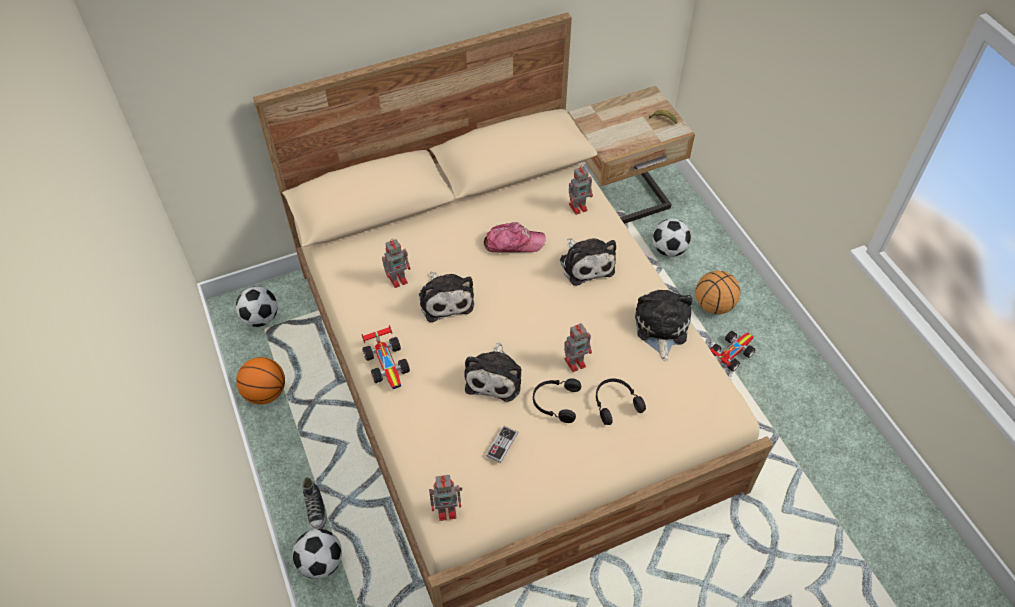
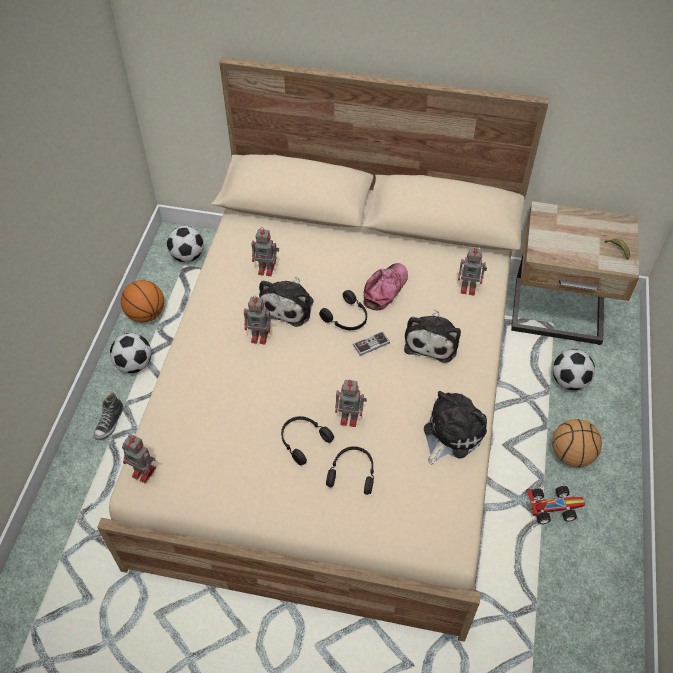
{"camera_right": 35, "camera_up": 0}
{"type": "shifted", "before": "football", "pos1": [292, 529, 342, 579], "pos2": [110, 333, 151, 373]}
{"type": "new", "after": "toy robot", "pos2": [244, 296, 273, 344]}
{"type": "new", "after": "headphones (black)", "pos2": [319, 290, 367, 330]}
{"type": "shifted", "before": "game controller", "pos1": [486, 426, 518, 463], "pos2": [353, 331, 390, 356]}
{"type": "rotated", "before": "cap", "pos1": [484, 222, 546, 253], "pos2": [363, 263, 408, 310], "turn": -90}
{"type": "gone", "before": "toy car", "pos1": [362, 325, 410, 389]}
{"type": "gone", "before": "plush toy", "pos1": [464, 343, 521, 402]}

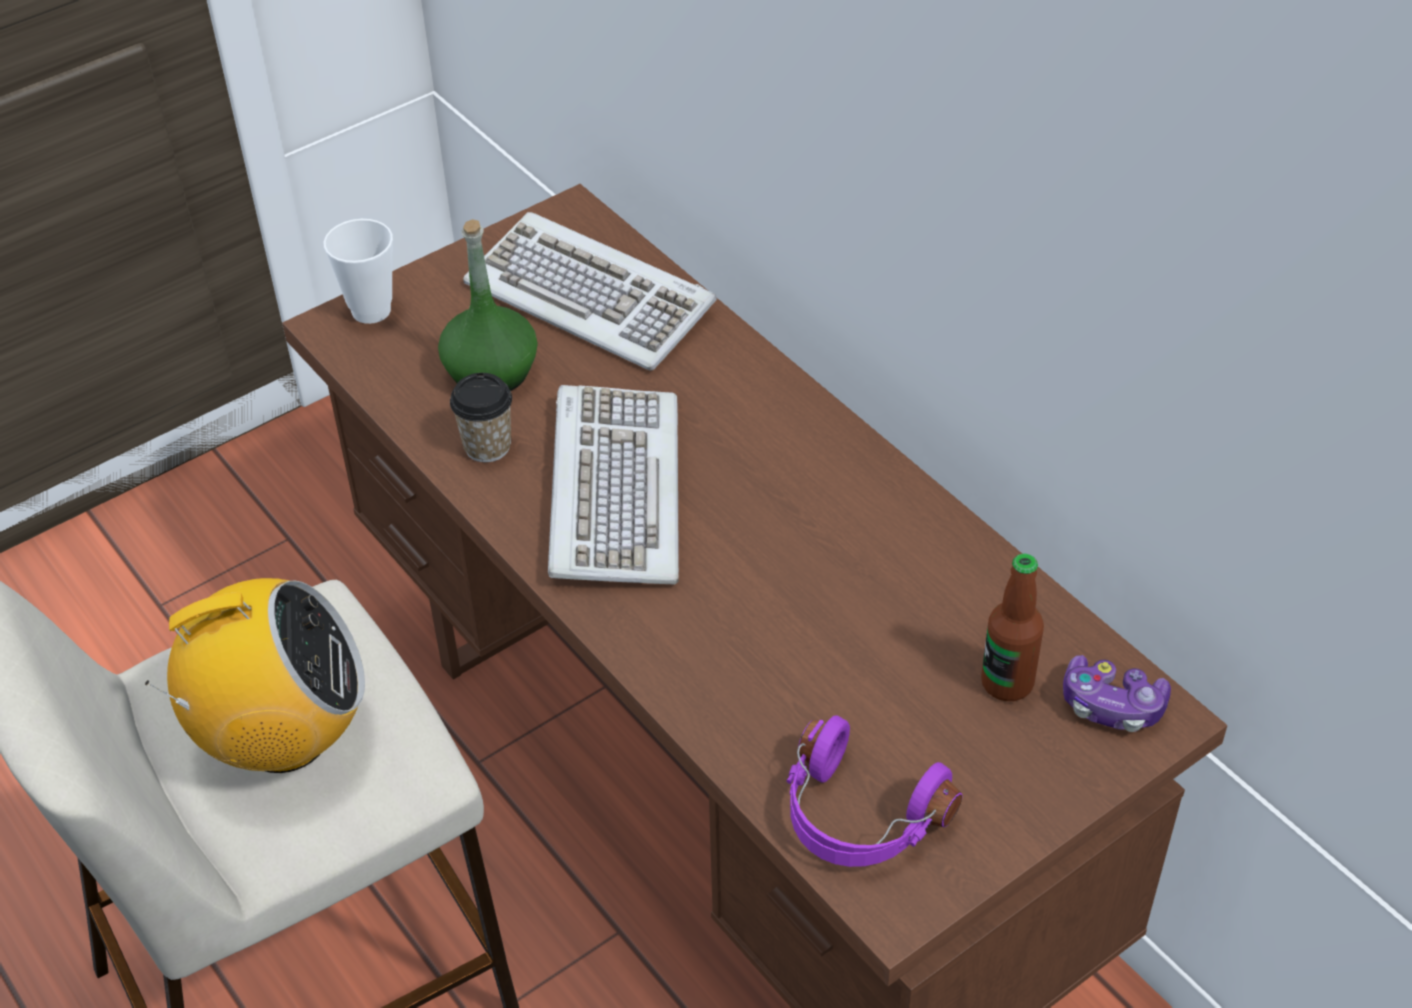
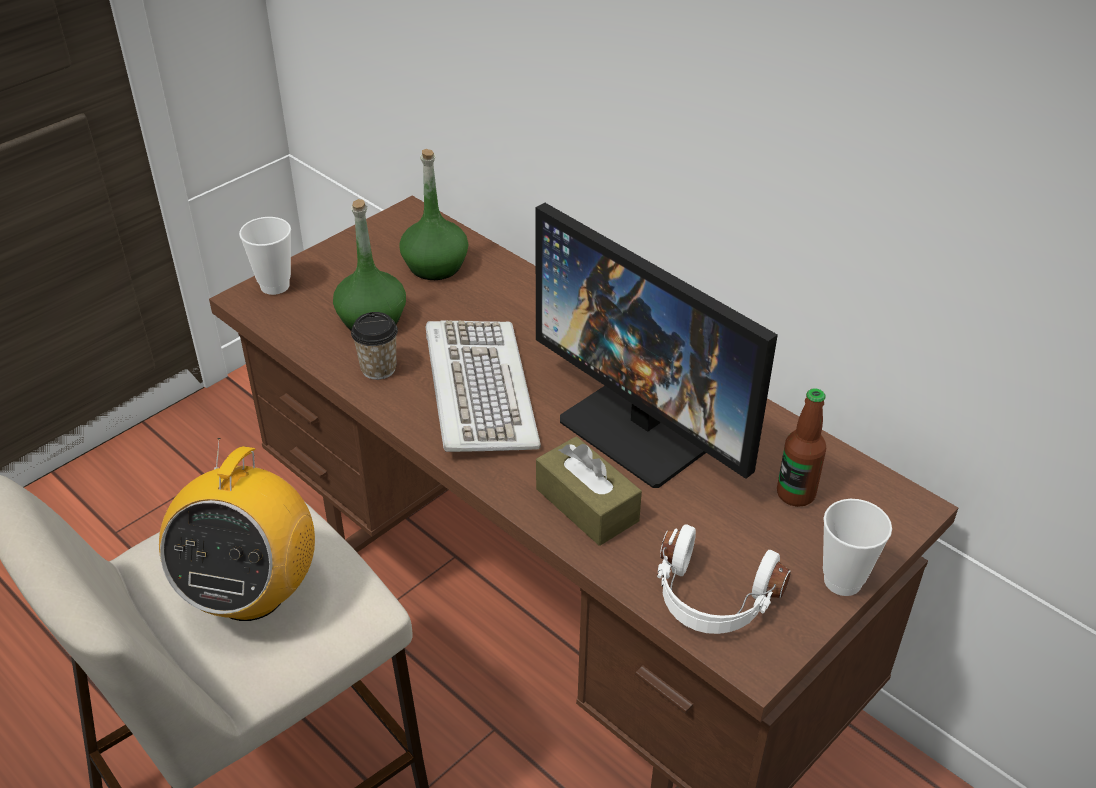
{"camera_right": -10, "camera_up": -5}
{"type": "rotated", "before": "radio", "pos1": [145, 578, 365, 773], "pos2": [159, 438, 315, 621], "turn": 120}
{"type": "swapped", "before": "keyboard", "after": "bottle (green)", "pos1": [463, 212, 717, 371], "pos2": [399, 149, 468, 280]}
{"type": "new", "after": "monitor", "pos2": [535, 203, 778, 488]}
{"type": "new", "after": "tissue box (brown)", "pos2": [536, 436, 642, 546]}
{"type": "repainted", "before": "headphones (purple)", "after": "headphones (white)", "pos1": [786, 715, 962, 867], "pos2": [657, 525, 791, 634]}
{"type": "new", "after": "cup", "pos2": [823, 499, 892, 596]}
{"type": "gone", "before": "game controller", "pos1": [1063, 655, 1171, 732]}

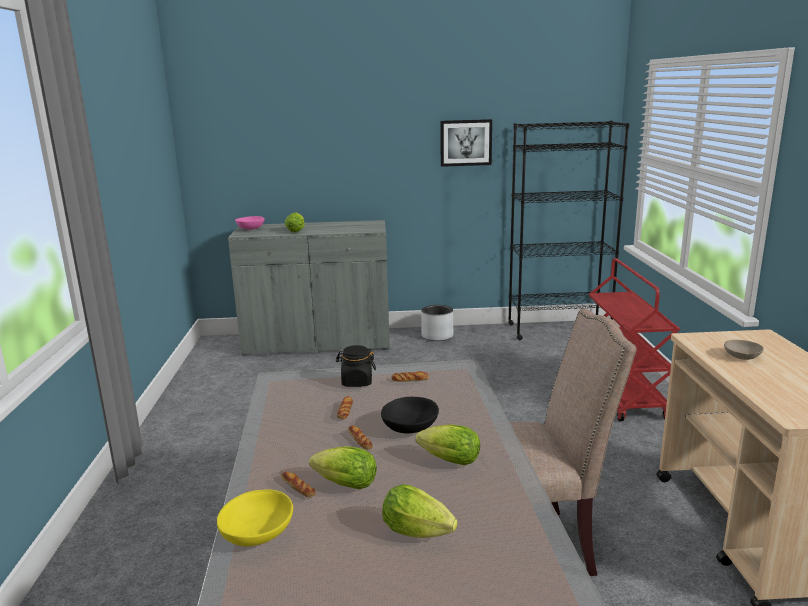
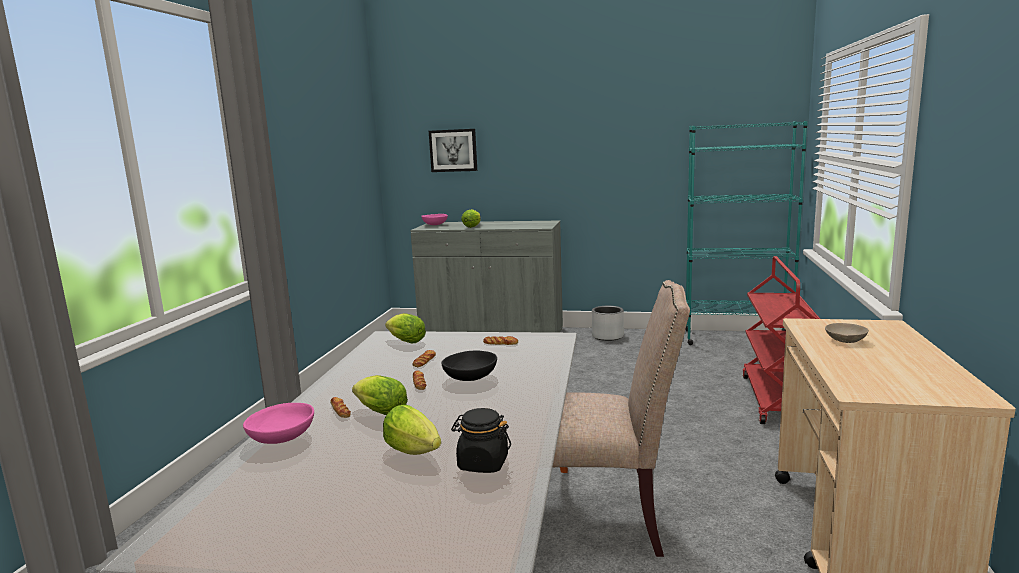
{"camera_right": 15, "camera_up": -5}
{"type": "repainted", "before": "bowl (yellow)", "after": "bowl (pink)", "pos1": [217, 489, 293, 546], "pos2": [243, 403, 314, 444]}
{"type": "shifted", "before": "lettuce", "pos1": [416, 424, 480, 465], "pos2": [385, 313, 426, 344]}
{"type": "shifted", "before": "picture", "pos1": [440, 119, 492, 167], "pos2": [429, 129, 477, 172]}
{"type": "shifted", "before": "jar (black)", "pos1": [336, 345, 376, 387], "pos2": [451, 408, 511, 473]}
{"type": "repainted", "before": "bookcase (black)", "after": "bookcase (turquoise)", "pos1": [508, 120, 629, 340], "pos2": [685, 121, 808, 345]}

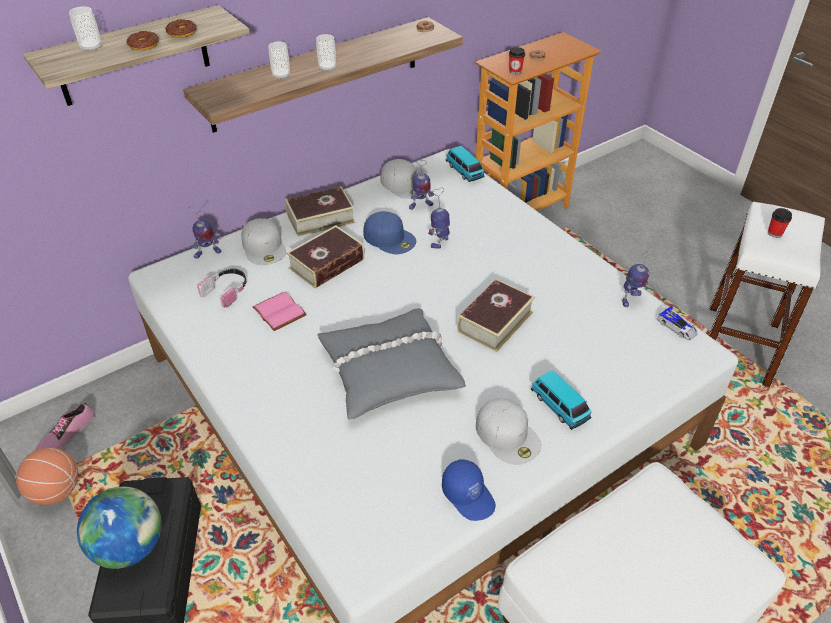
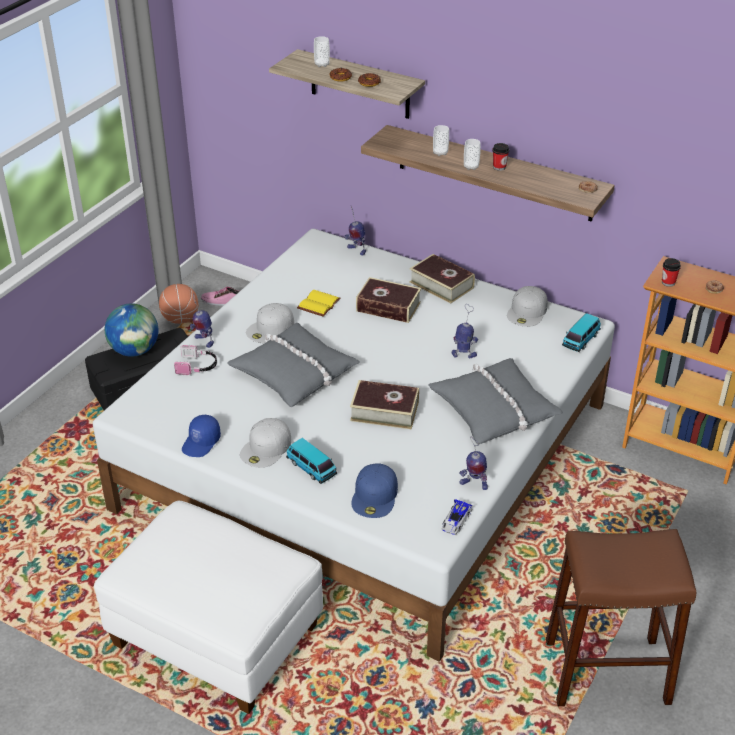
{"camera_right": 65, "camera_up": -5}
{"type": "shifted", "before": "headphones", "pos1": [197, 269, 246, 308], "pos2": [174, 345, 217, 376]}
{"type": "shifted", "before": "toy robot", "pos1": [409, 159, 434, 210], "pos2": [190, 294, 214, 348]}
{"type": "shifted", "before": "cap (white)", "pos1": [241, 218, 286, 265], "pos2": [246, 303, 294, 343]}
{"type": "rotated", "before": "toy car", "pos1": [531, 370, 592, 430], "pos2": [286, 438, 337, 484], "turn": -75}
{"type": "repainted", "before": "book (pink)", "after": "book (yellow)", "pos1": [253, 292, 307, 331], "pos2": [297, 290, 341, 317]}
{"type": "shifted", "before": "cap (blue)", "pos1": [363, 211, 416, 254], "pos2": [351, 464, 398, 518]}
{"type": "new", "after": "pillow (grey)", "pos2": [429, 358, 563, 444]}
{"type": "shifted", "before": "cup", "pos1": [768, 208, 792, 238], "pos2": [492, 143, 509, 171]}
{"type": "repainted", "before": "stool (white)", "after": "stool (brown)", "pos1": [709, 202, 825, 387], "pos2": [546, 529, 696, 706]}

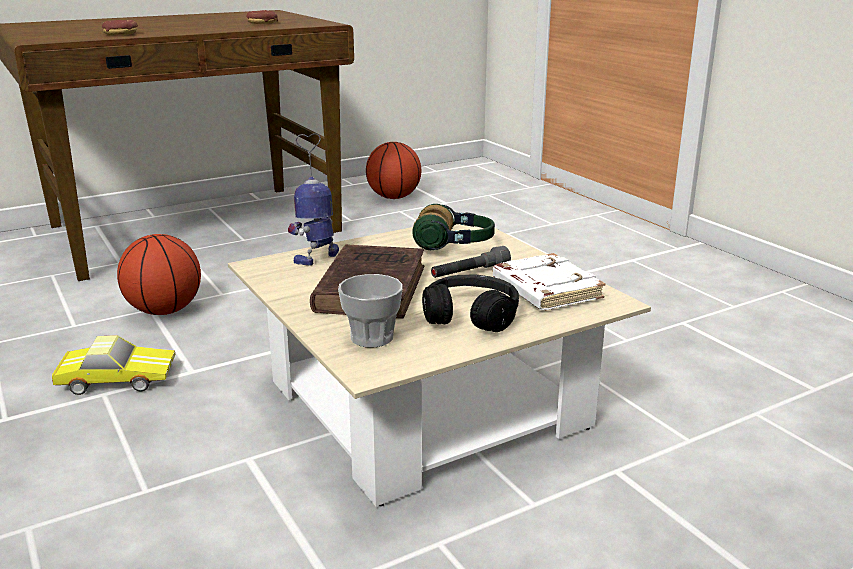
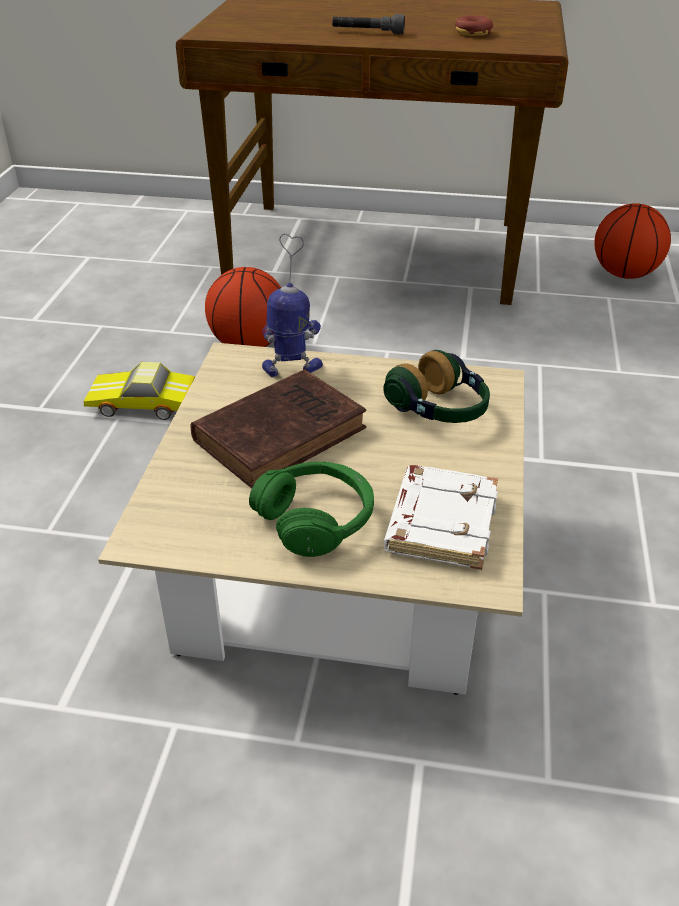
{"camera_right": 40, "camera_up": 15}
{"type": "rotated", "before": "toy car", "pos1": [52, 335, 175, 395], "pos2": [84, 362, 195, 420], "turn": 150}
{"type": "repainted", "before": "headphones (black)", "after": "headphones (green)", "pos1": [422, 275, 519, 332], "pos2": [249, 462, 374, 557]}
{"type": "shifted", "before": "flashlight (grey)", "pos1": [431, 246, 511, 278], "pos2": [332, 14, 405, 34]}
{"type": "gone", "before": "donut", "pos1": [102, 20, 138, 35]}
{"type": "gone", "before": "cup", "pos1": [338, 274, 403, 347]}

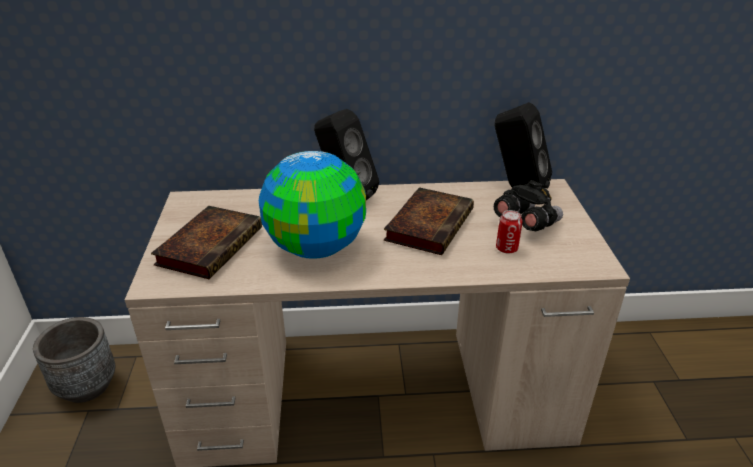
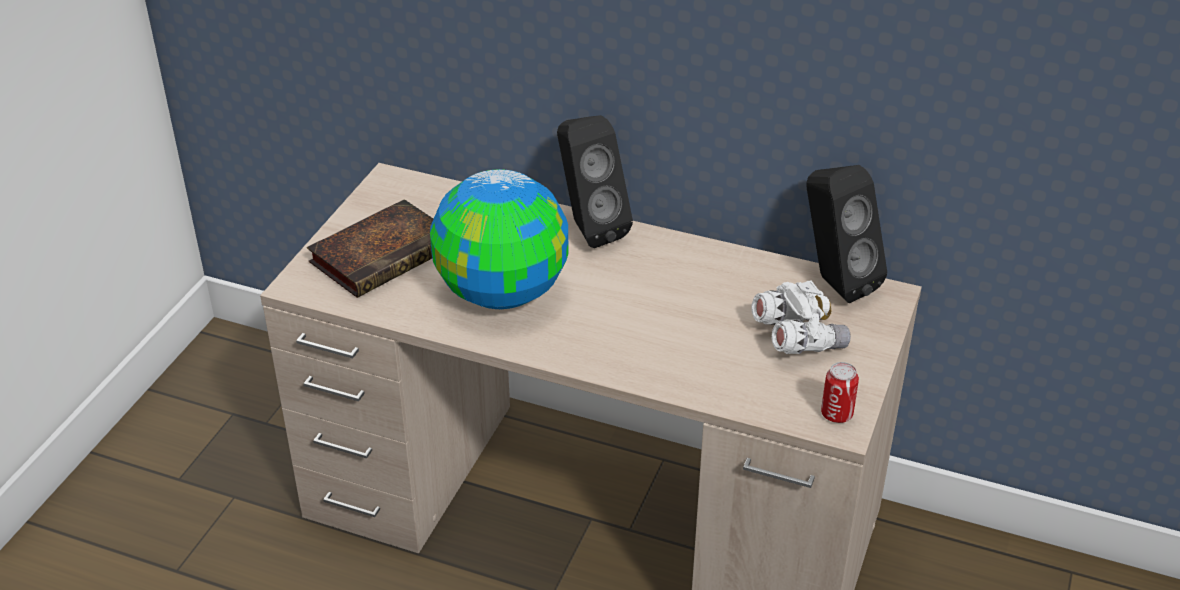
{"camera_right": 25, "camera_up": 5}
{"type": "repainted", "before": "binoculars (black)", "after": "binoculars (white)", "pos1": [494, 180, 563, 231], "pos2": [751, 280, 851, 354]}
{"type": "shifted", "before": "can", "pos1": [496, 210, 523, 254], "pos2": [821, 362, 859, 423]}
{"type": "gone", "before": "planter (grey)", "pos1": [33, 317, 115, 403]}
{"type": "gone", "before": "book", "pos1": [384, 187, 474, 255]}

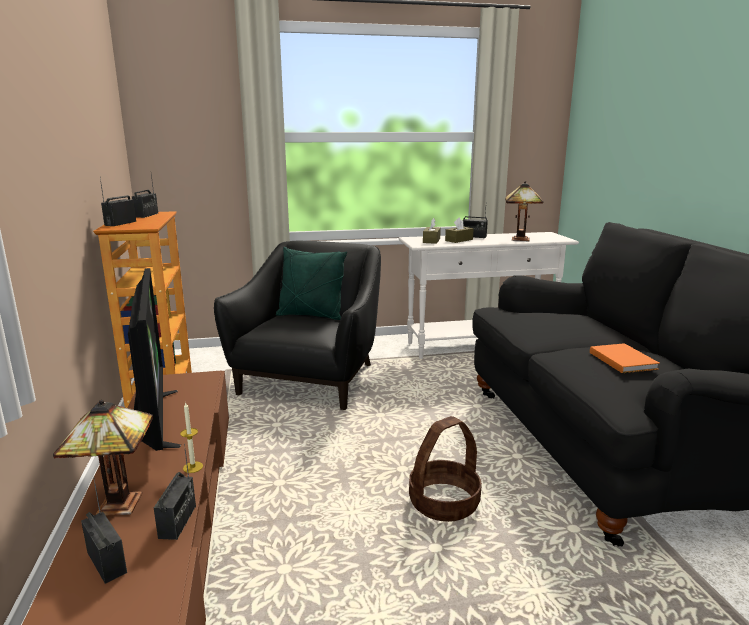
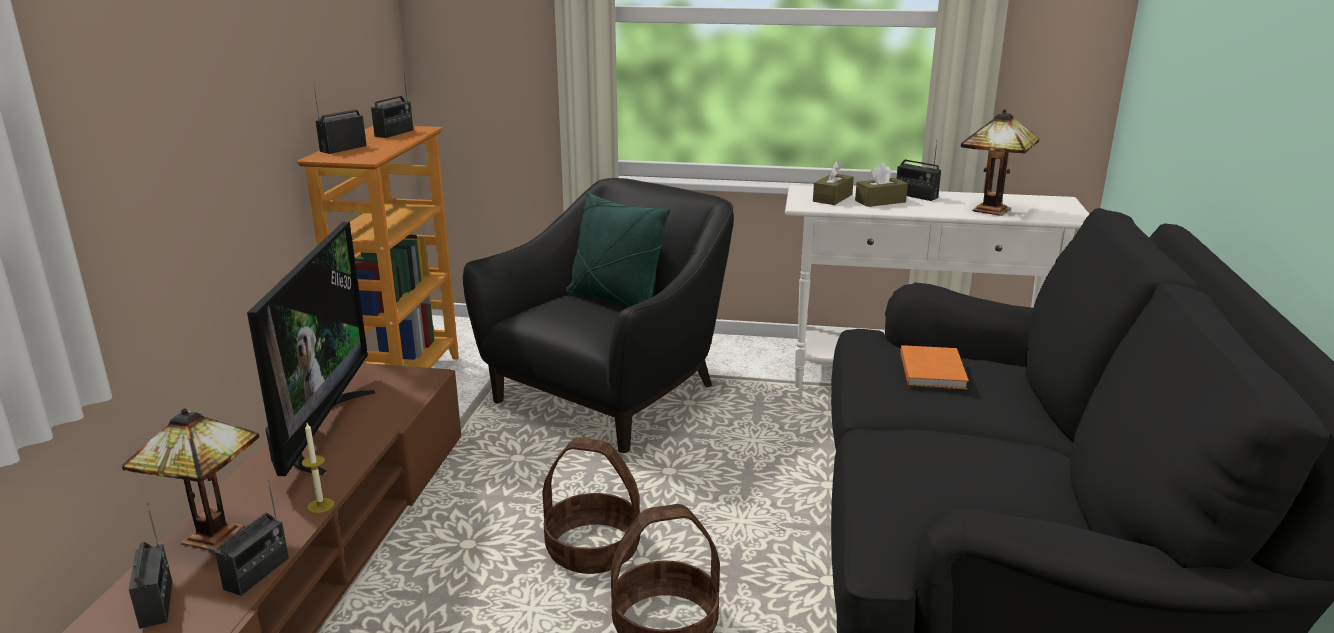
{"camera_right": 20, "camera_up": 5}
{"type": "new", "after": "basket", "pos2": [542, 438, 640, 574]}
{"type": "shifted", "before": "book (orange)", "pos1": [590, 343, 660, 373], "pos2": [900, 345, 969, 389]}

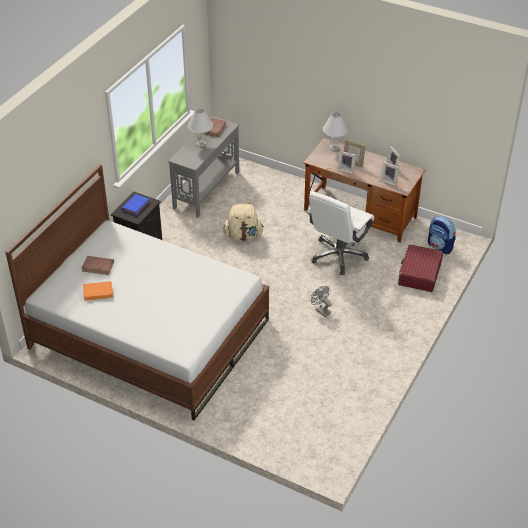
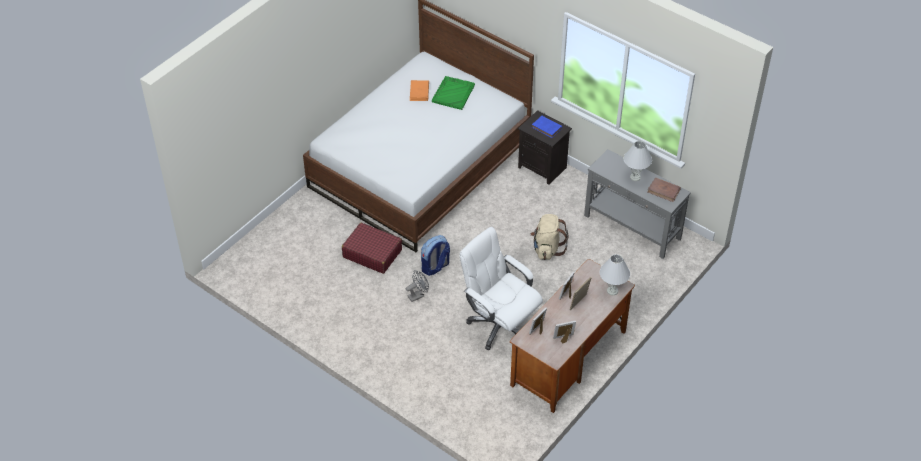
{"camera_right": 100, "camera_up": 5}
{"type": "shifted", "before": "suitcase (red)", "pos1": [398, 244, 443, 292], "pos2": [342, 223, 402, 274]}
{"type": "shifted", "before": "backpack", "pos1": [428, 216, 456, 254], "pos2": [421, 235, 450, 276]}
{"type": "swapped", "before": "book (brown)", "after": "tray (green)", "pos1": [82, 256, 114, 275], "pos2": [432, 76, 475, 110]}

